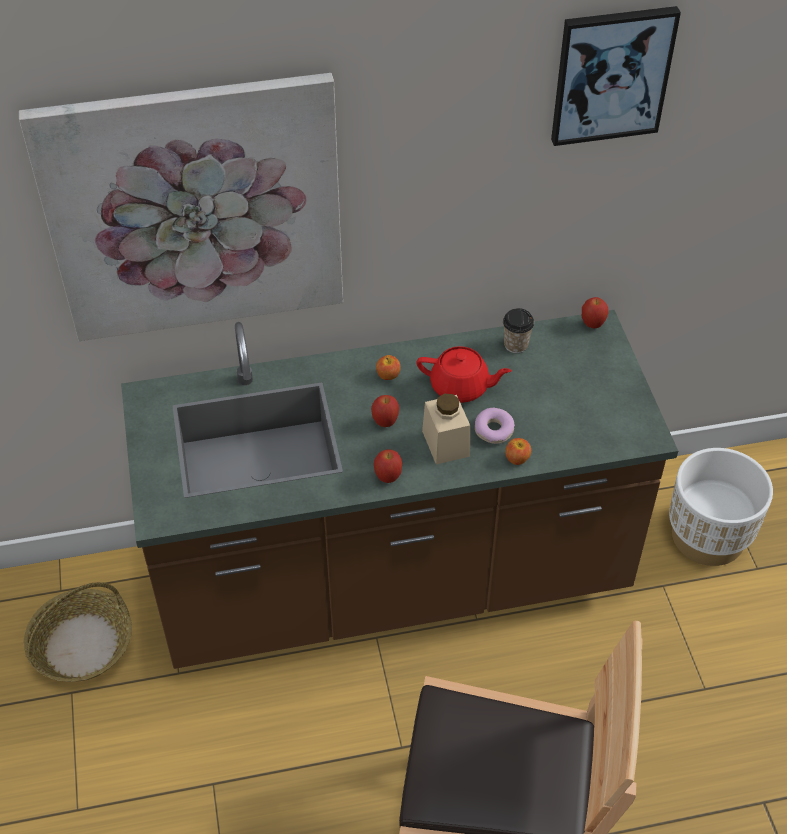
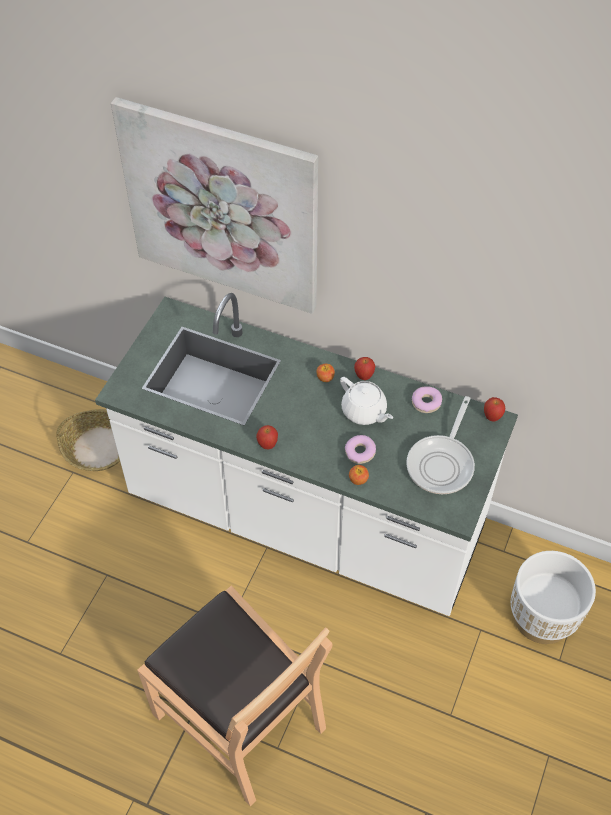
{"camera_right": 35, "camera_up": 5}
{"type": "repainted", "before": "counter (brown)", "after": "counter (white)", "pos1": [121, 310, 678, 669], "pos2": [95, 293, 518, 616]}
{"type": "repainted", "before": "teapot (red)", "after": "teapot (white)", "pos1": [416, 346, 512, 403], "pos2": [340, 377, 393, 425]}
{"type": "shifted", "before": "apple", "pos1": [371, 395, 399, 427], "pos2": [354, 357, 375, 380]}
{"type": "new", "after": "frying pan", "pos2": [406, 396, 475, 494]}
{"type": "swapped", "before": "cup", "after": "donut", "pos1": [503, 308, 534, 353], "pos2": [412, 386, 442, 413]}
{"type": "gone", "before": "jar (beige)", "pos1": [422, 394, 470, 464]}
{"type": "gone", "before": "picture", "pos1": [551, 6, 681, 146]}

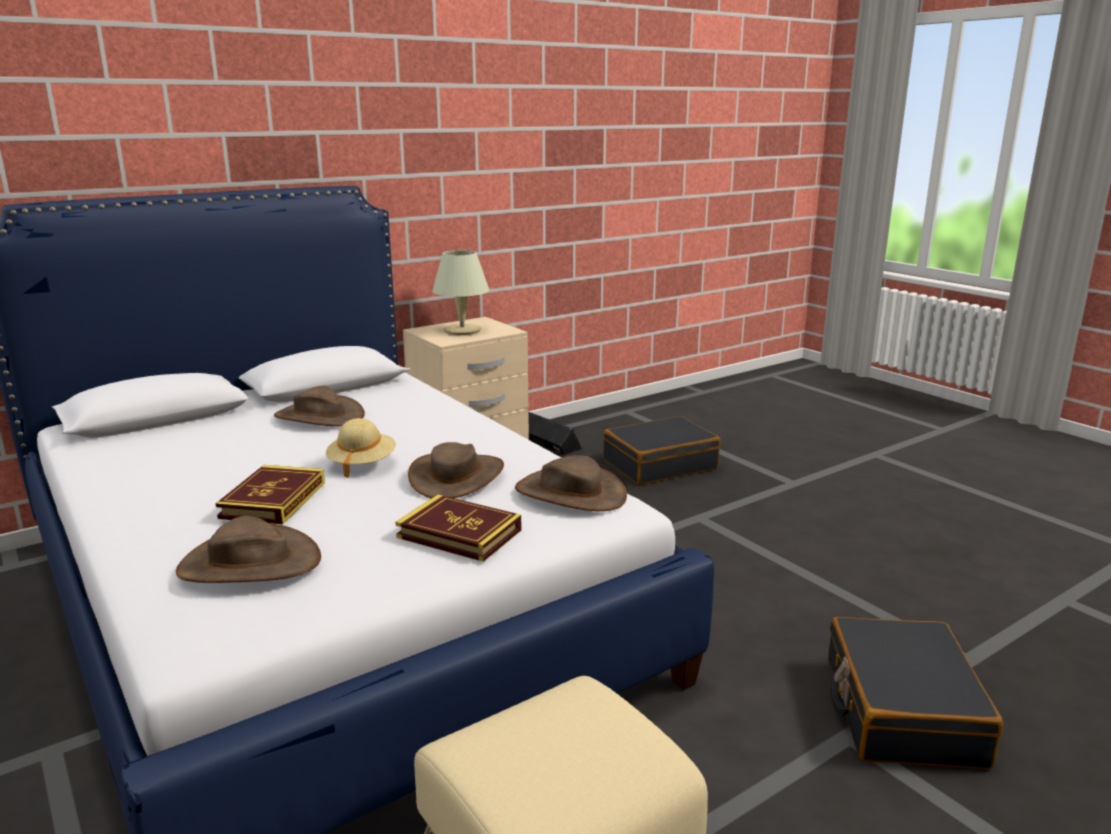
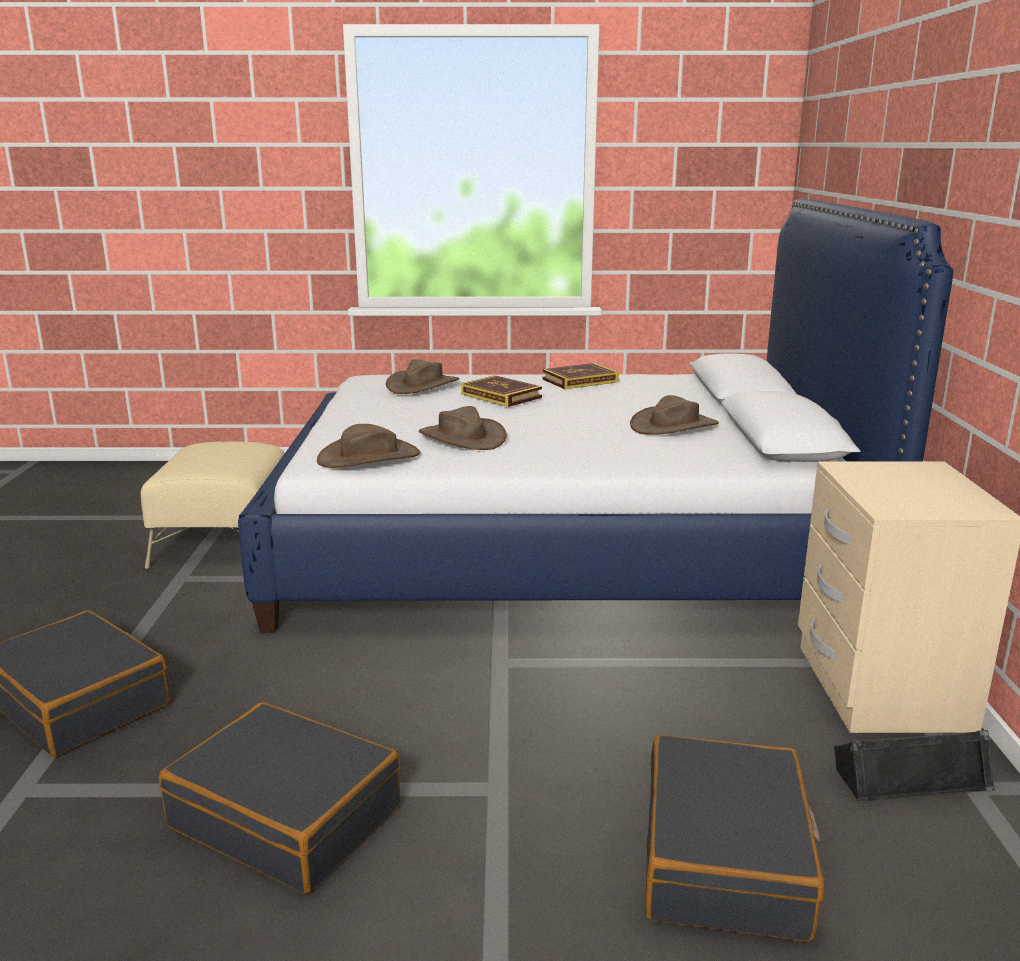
{"camera_right": 125, "camera_up": 0}
{"type": "new", "after": "suitcase (black)", "pos2": [159, 702, 401, 894]}
{"type": "shifted", "before": "book", "pos1": [395, 495, 521, 562], "pos2": [543, 363, 619, 389]}
{"type": "gone", "before": "hat (beige)", "pos1": [326, 418, 396, 478]}
{"type": "gone", "before": "table lamp (beige)", "pos1": [432, 250, 489, 335]}

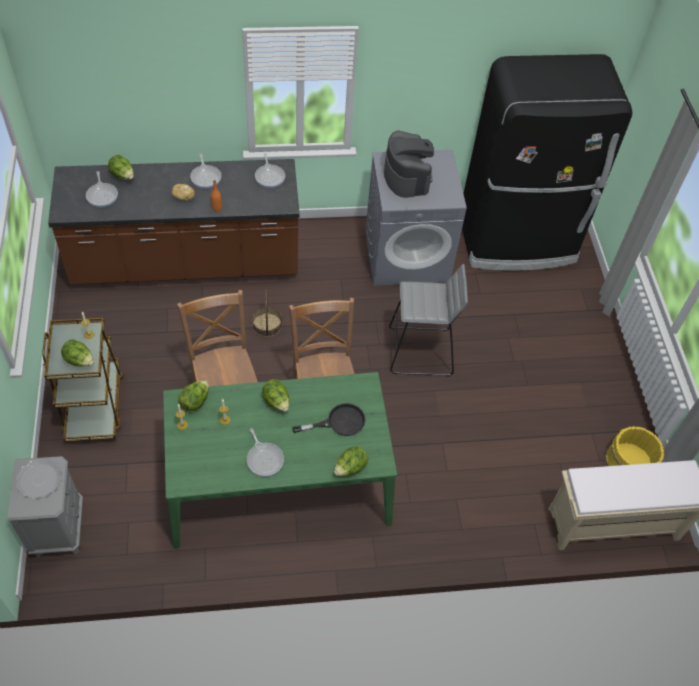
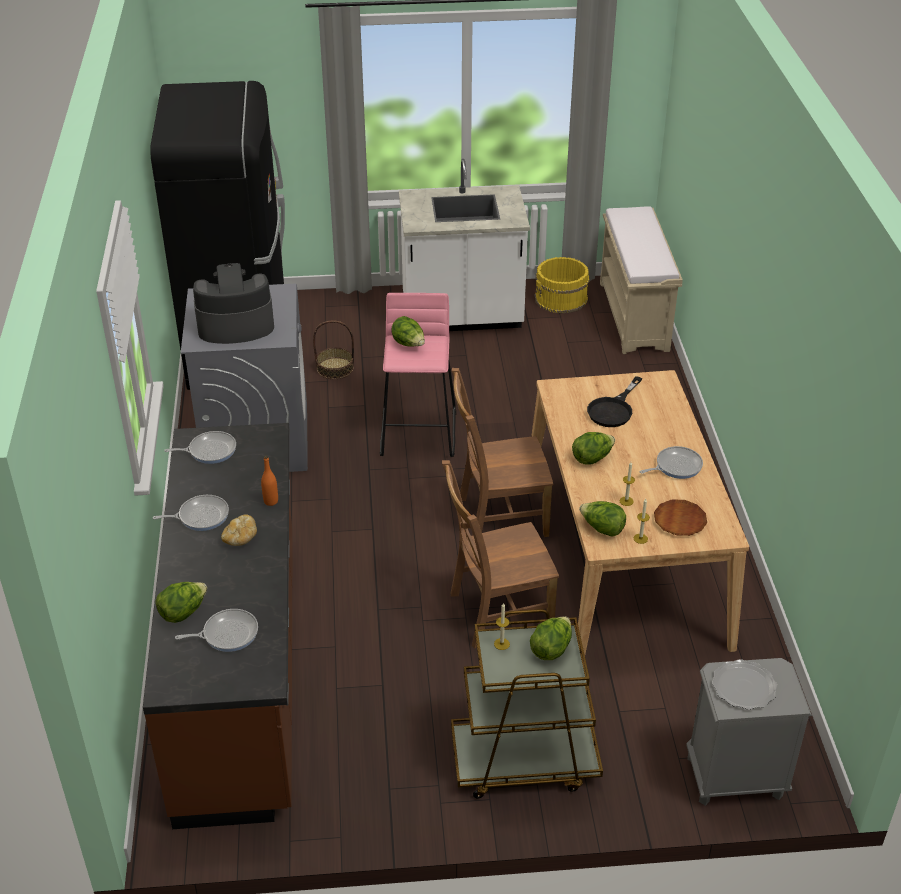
{"camera_right": -85, "camera_up": -15}
{"type": "shifted", "before": "basket", "pos1": [252, 290, 282, 337], "pos2": [313, 320, 354, 379]}
{"type": "repainted", "before": "stool (grey)", "after": "stool (pink)", "pos1": [389, 264, 468, 376], "pos2": [380, 293, 456, 457]}
{"type": "shifted", "before": "lettuce", "pos1": [334, 446, 368, 476], "pos2": [391, 316, 425, 347]}
{"type": "new", "after": "counter (white)", "pos2": [399, 159, 530, 331]}
{"type": "repainted", "before": "dining table (green)", "after": "dining table (beige)", "pos1": [163, 372, 397, 549], "pos2": [531, 370, 749, 655]}
{"type": "rotated", "before": "frying pan (black)", "pos1": [292, 403, 365, 436], "pos2": [587, 376, 642, 427], "turn": -135}
{"type": "new", "after": "plate (brown)", "pos2": [654, 499, 707, 536]}

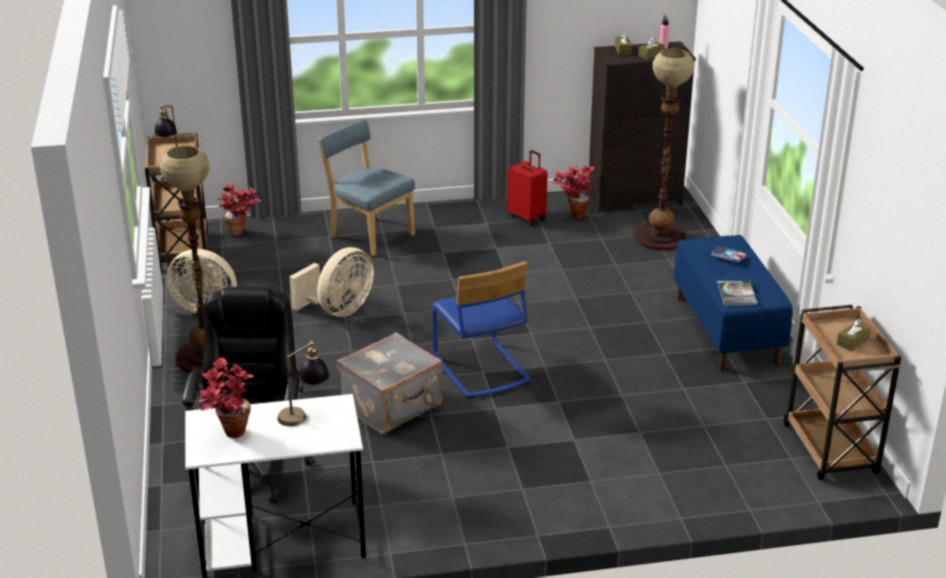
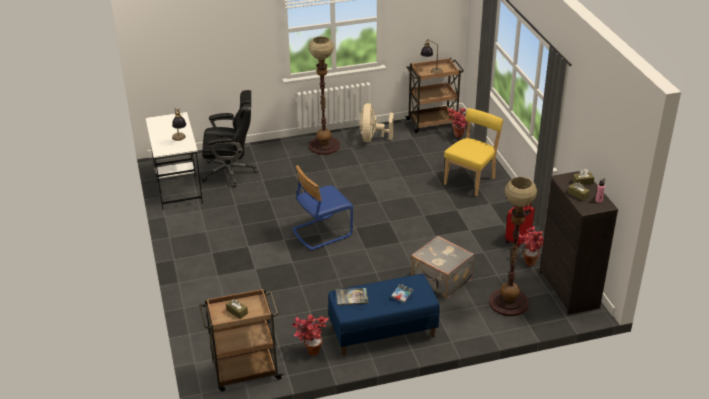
{"camera_right": 85, "camera_up": 5}
{"type": "shifted", "before": "potted plant", "pos1": [199, 357, 254, 438], "pos2": [292, 314, 328, 356]}
{"type": "shifted", "before": "suitcase (grey)", "pos1": [336, 332, 443, 434], "pos2": [411, 236, 474, 299]}
{"type": "repainted", "before": "chair (blue)", "after": "chair (yellow)", "pos1": [318, 119, 415, 256], "pos2": [444, 108, 503, 197]}
{"type": "gone", "before": "fan (beige)", "pos1": [289, 247, 374, 317]}

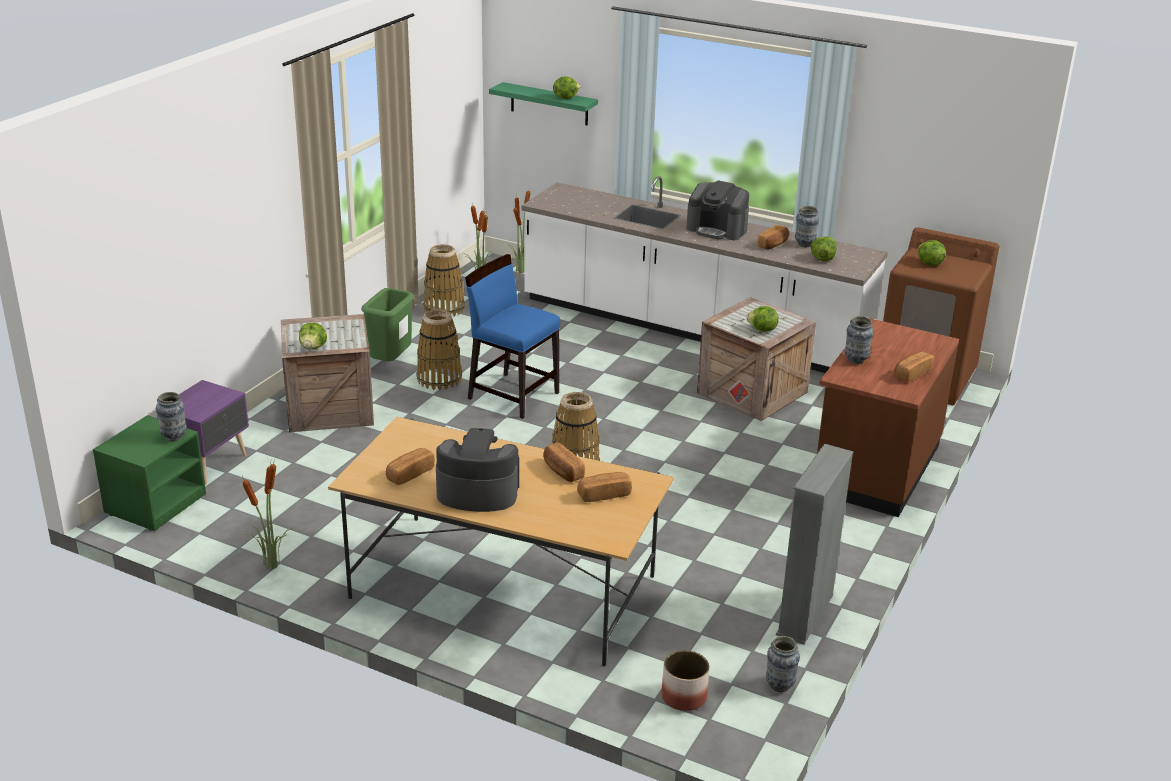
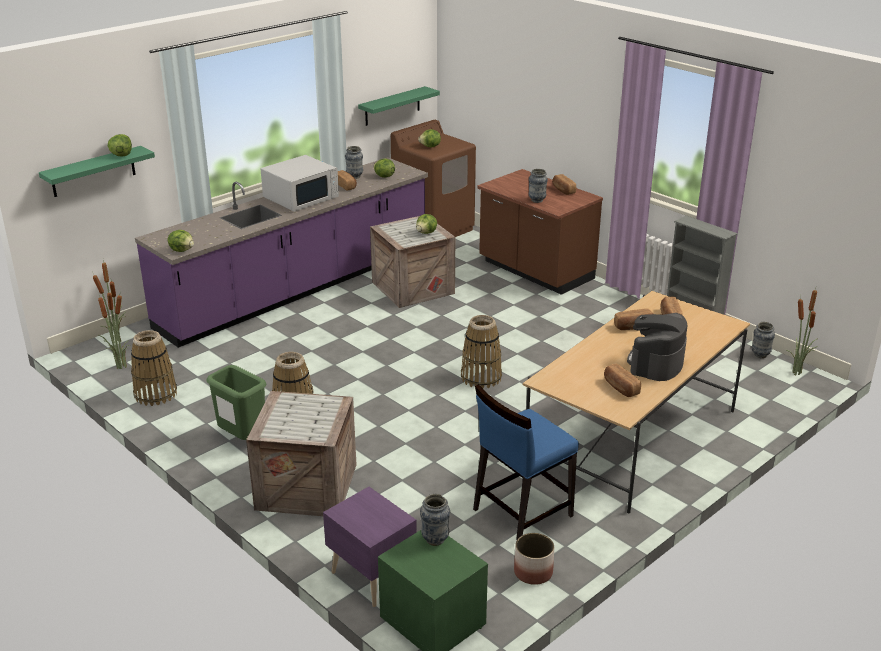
{"camera_right": -70, "camera_up": 0}
{"type": "repainted", "before": "counter (white)", "after": "counter (purple)", "pos1": [521, 176, 888, 373], "pos2": [135, 157, 428, 348]}
{"type": "shifted", "before": "lettuce", "pos1": [299, 323, 327, 350], "pos2": [168, 230, 194, 252]}
{"type": "swapped", "before": "coffee machine", "after": "microwave (white)", "pos1": [686, 180, 749, 240], "pos2": [261, 155, 339, 212]}
{"type": "new", "after": "shelf (green)", "pos2": [358, 86, 440, 126]}
{"type": "shifted", "before": "chair (blue)", "pos1": [465, 254, 560, 419], "pos2": [473, 384, 579, 541]}
{"type": "shifted", "before": "planter", "pos1": [662, 650, 710, 711], "pos2": [514, 533, 554, 585]}
{"type": "shifted", "before": "potted plant", "pos1": [242, 458, 293, 570], "pos2": [787, 288, 818, 375]}

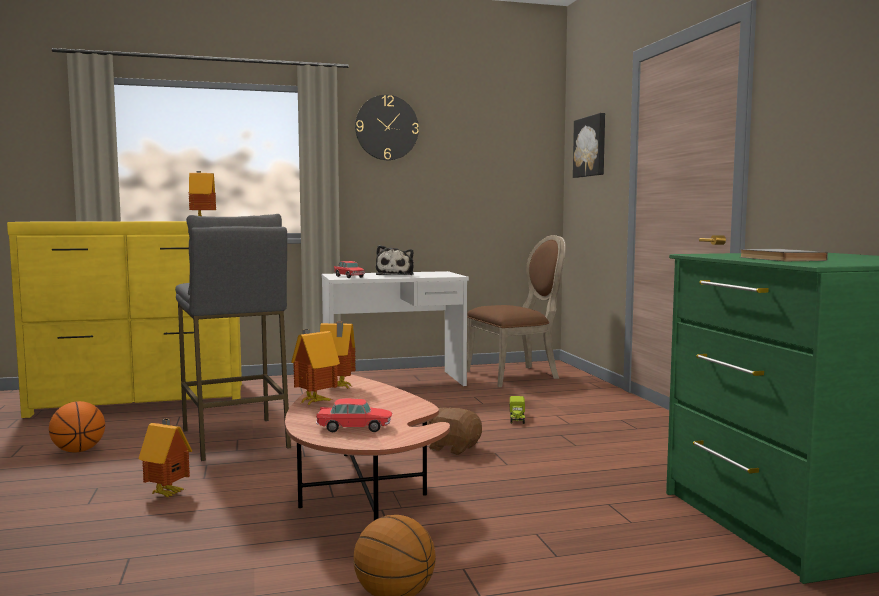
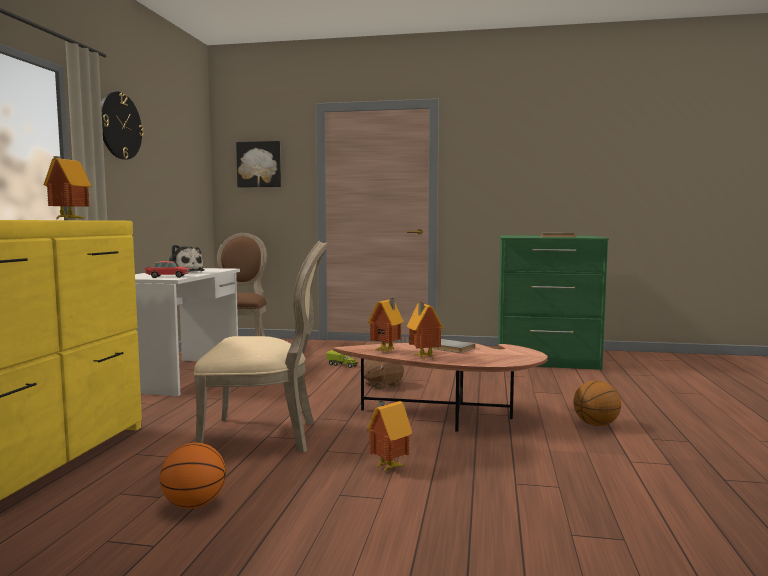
{"camera_right": -65, "camera_up": 0}
{"type": "swapped", "before": "stool (grey)", "after": "chair (beige)", "pos1": [175, 214, 291, 461], "pos2": [194, 241, 327, 453]}
{"type": "new", "after": "book (grey)", "pos2": [432, 339, 475, 353]}
{"type": "gone", "before": "toy car", "pos1": [316, 398, 392, 432]}

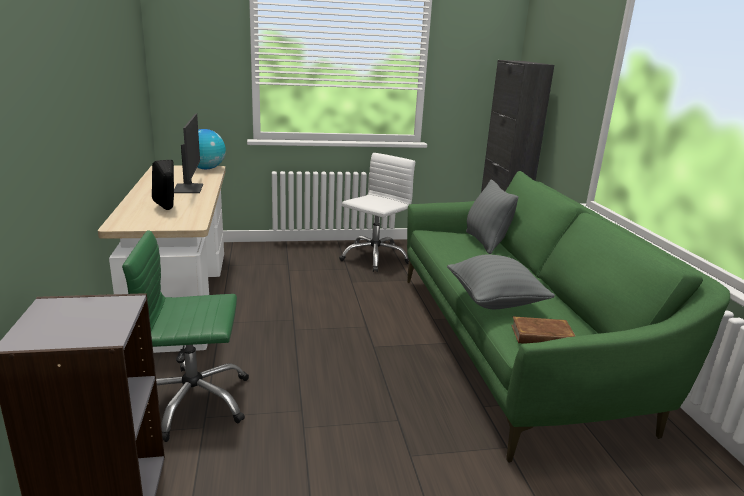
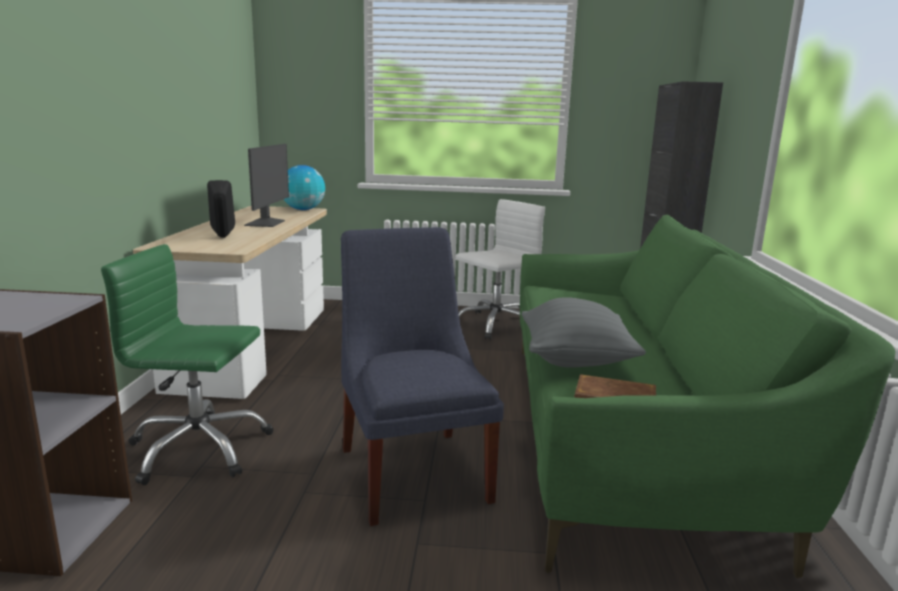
{"camera_right": 15, "camera_up": -5}
{"type": "new", "after": "chair (blue)", "pos2": [341, 227, 504, 526]}
{"type": "gone", "before": "pillow (grey)", "pos1": [466, 180, 518, 254]}

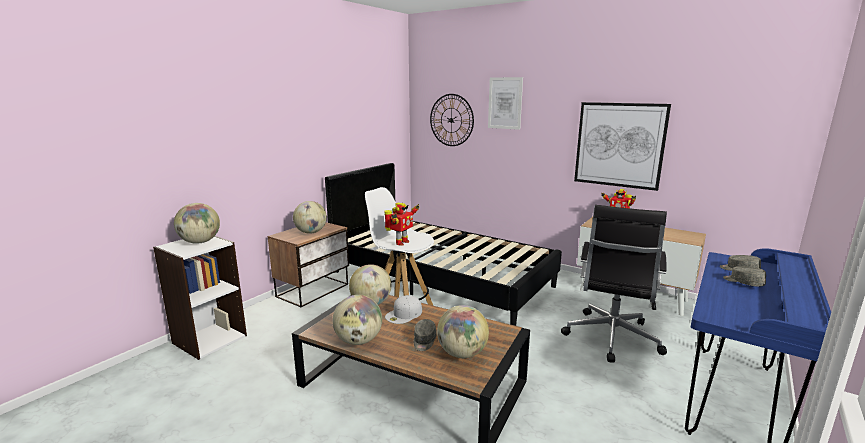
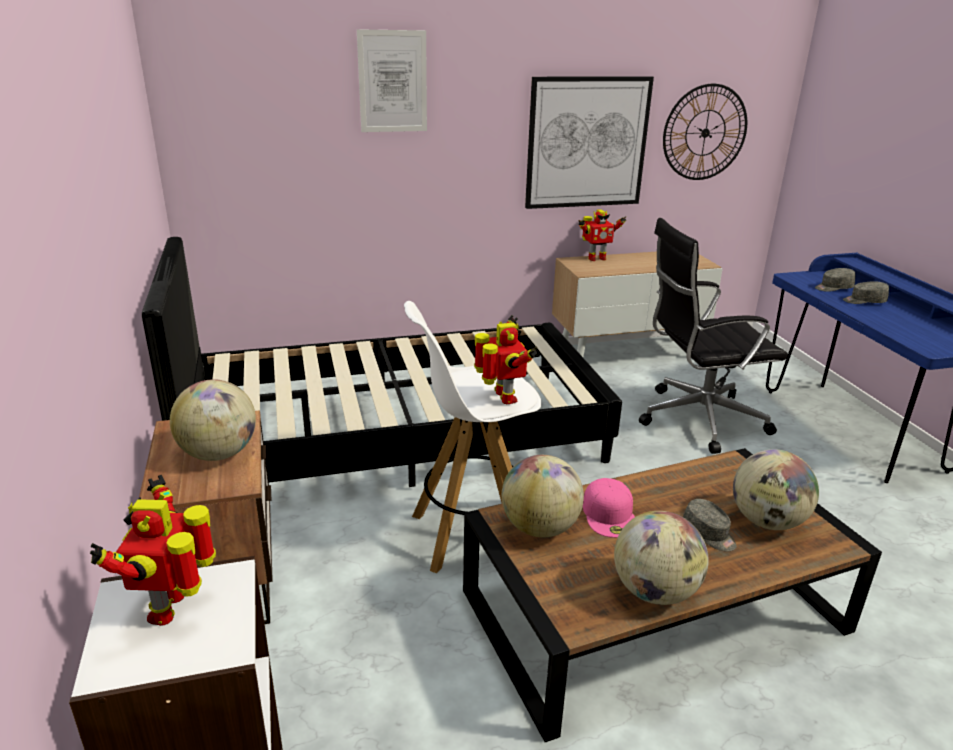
{"camera_right": -50, "camera_up": 10}
{"type": "swapped", "before": "globe", "after": "toy robot", "pos1": [174, 203, 220, 244], "pos2": [90, 475, 216, 626]}
{"type": "repainted", "before": "cap (white)", "after": "cap (pink)", "pos1": [385, 295, 422, 324], "pos2": [583, 478, 635, 538]}
{"type": "rotated", "before": "office chair (black)", "pos1": [561, 205, 667, 363], "pos2": [639, 218, 788, 454], "turn": 105}
{"type": "shifted", "before": "wall clock", "pos1": [430, 94, 474, 146], "pos2": [663, 84, 747, 180]}

